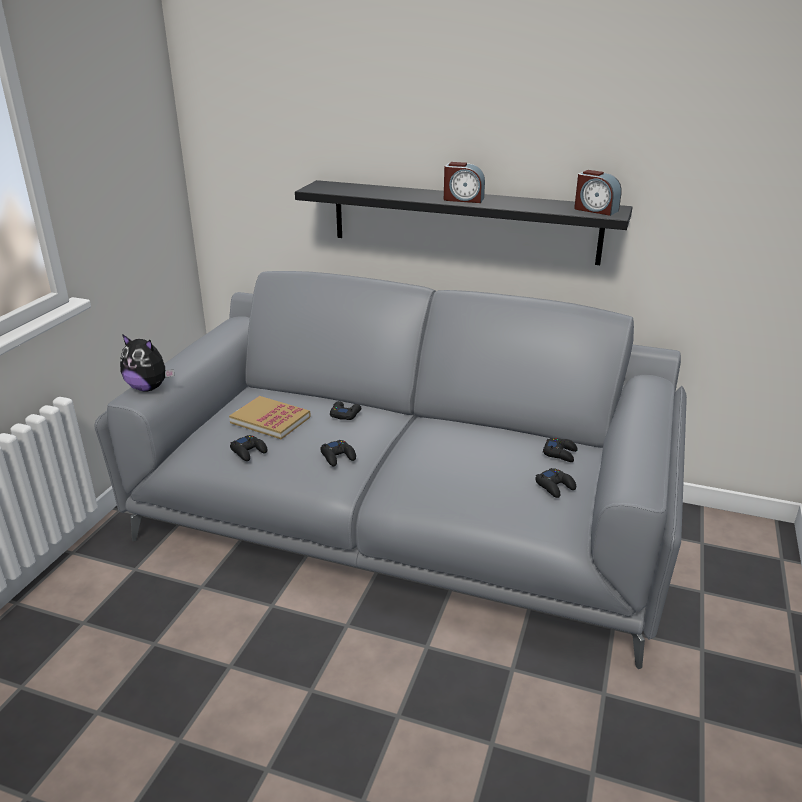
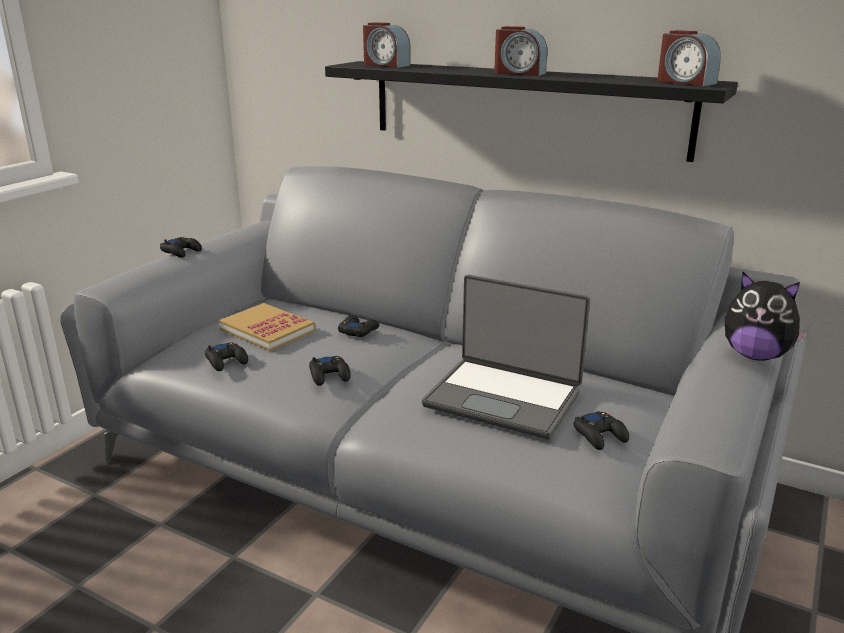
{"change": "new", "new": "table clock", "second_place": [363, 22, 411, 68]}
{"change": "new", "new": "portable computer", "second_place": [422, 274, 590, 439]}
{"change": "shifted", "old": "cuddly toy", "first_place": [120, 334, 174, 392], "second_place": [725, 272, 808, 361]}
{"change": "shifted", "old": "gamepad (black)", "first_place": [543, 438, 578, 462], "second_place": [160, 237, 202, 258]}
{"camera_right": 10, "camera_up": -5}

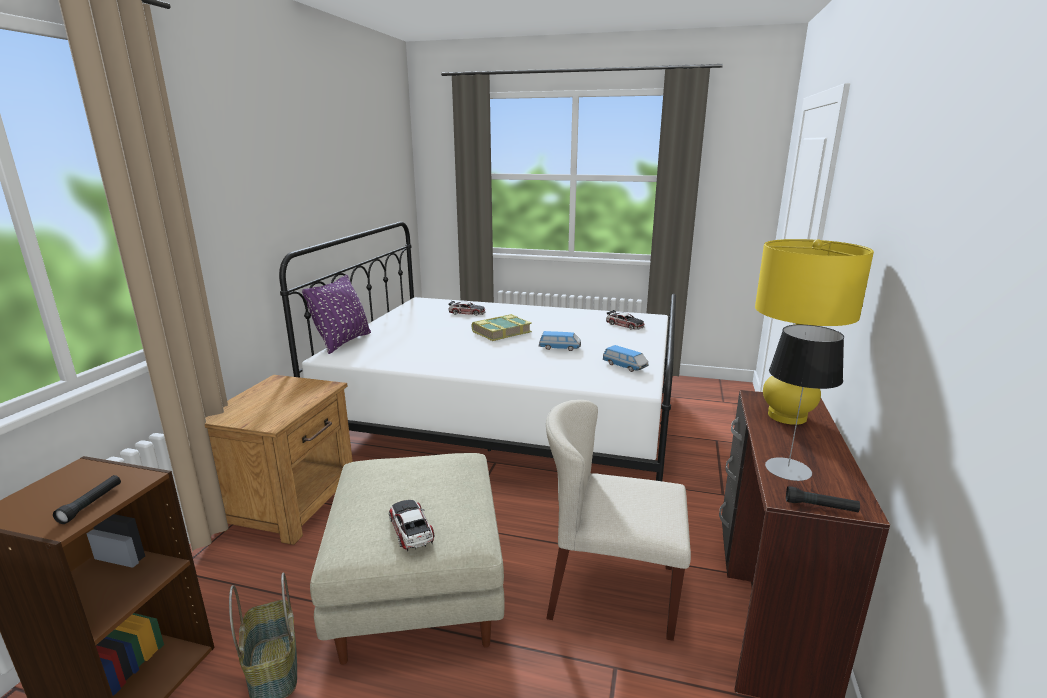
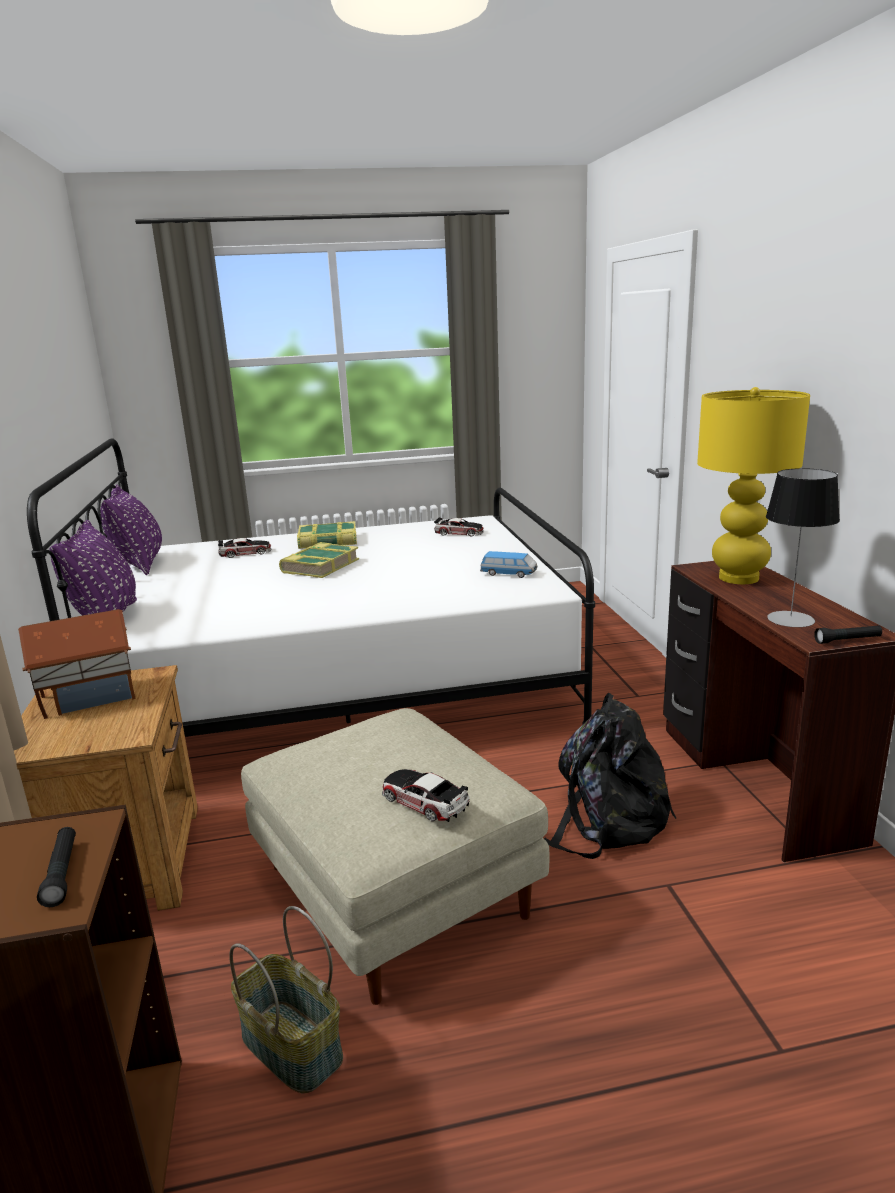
{"change": "gone", "old": "miniature car", "first_place": [539, 331, 581, 351]}
{"change": "new", "new": "model house", "second_place": [18, 609, 136, 719]}
{"change": "new", "new": "throw pillow (purple-coloured)", "second_place": [101, 485, 162, 575]}
{"change": "new", "new": "bound book", "second_place": [297, 521, 357, 549]}
{"change": "swapped", "old": "plain chair (beige-coloured)", "new": "backpack (black)", "first_place": [546, 400, 691, 641], "second_place": [544, 693, 676, 859]}
{"camera_right": -25, "camera_up": 0}

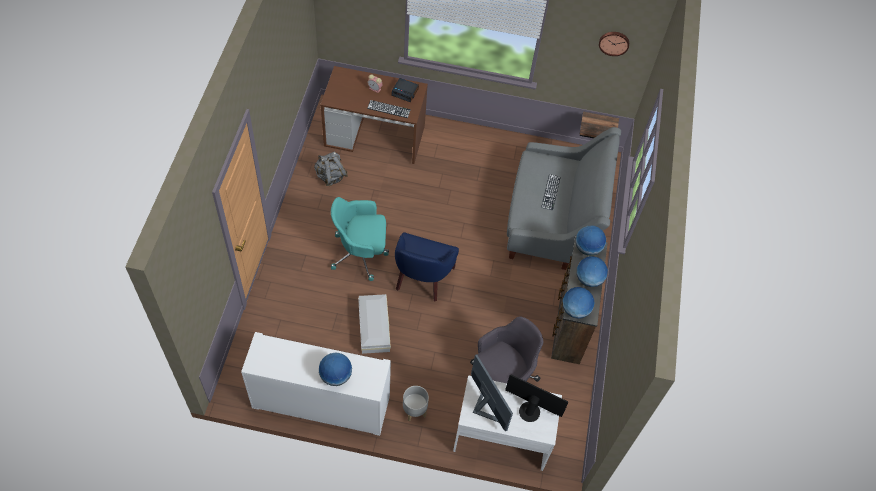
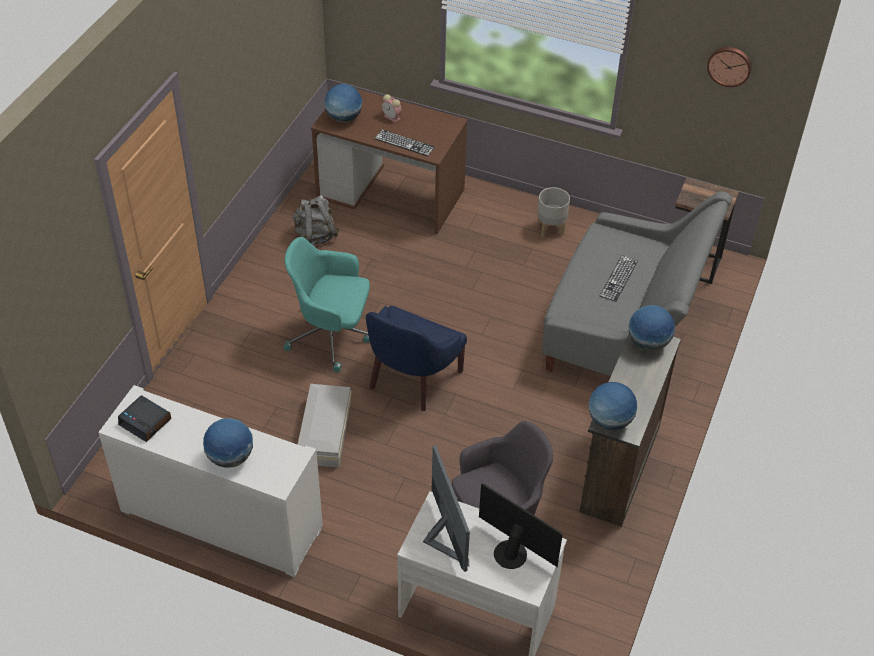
{"change": "shifted", "old": "table clock", "first_place": [391, 78, 419, 102], "second_place": [118, 395, 171, 442]}
{"change": "shifted", "old": "flower pot (gray)", "first_place": [403, 386, 429, 422], "second_place": [537, 187, 570, 237]}
{"change": "shifted", "old": "desk globe", "first_place": [576, 256, 608, 287], "second_place": [324, 84, 362, 122]}
{"camera_right": 15, "camera_up": -10}

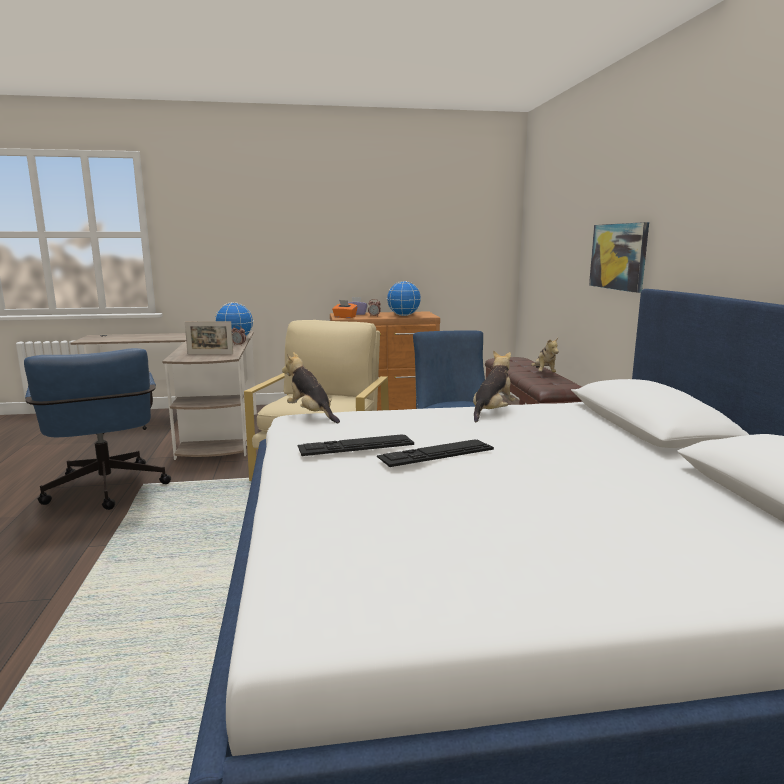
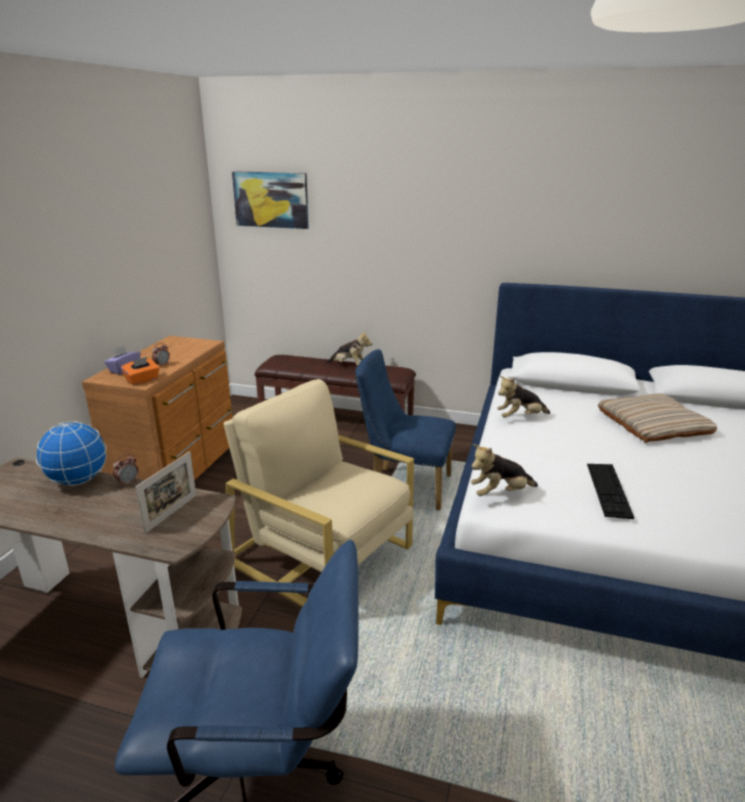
{"change": "gone", "old": "keyboard", "first_place": [377, 439, 494, 467]}
{"change": "gone", "old": "desk globe", "first_place": [387, 281, 421, 316]}
{"change": "new", "new": "throw pillow (beige-coloured)", "second_place": [598, 394, 717, 443]}
{"change": "shifted", "old": "picture", "first_place": [589, 222, 649, 293], "second_place": [232, 171, 309, 229]}
{"change": "rotated", "old": "cuddly toy", "first_place": [473, 351, 516, 423], "second_place": [497, 376, 550, 418], "degrees": -75}
{"camera_right": -65, "camera_up": 10}

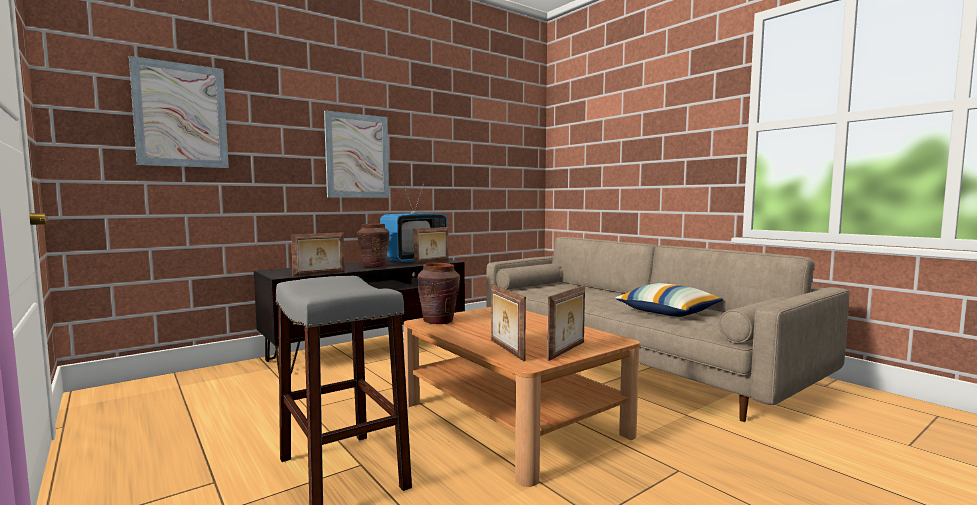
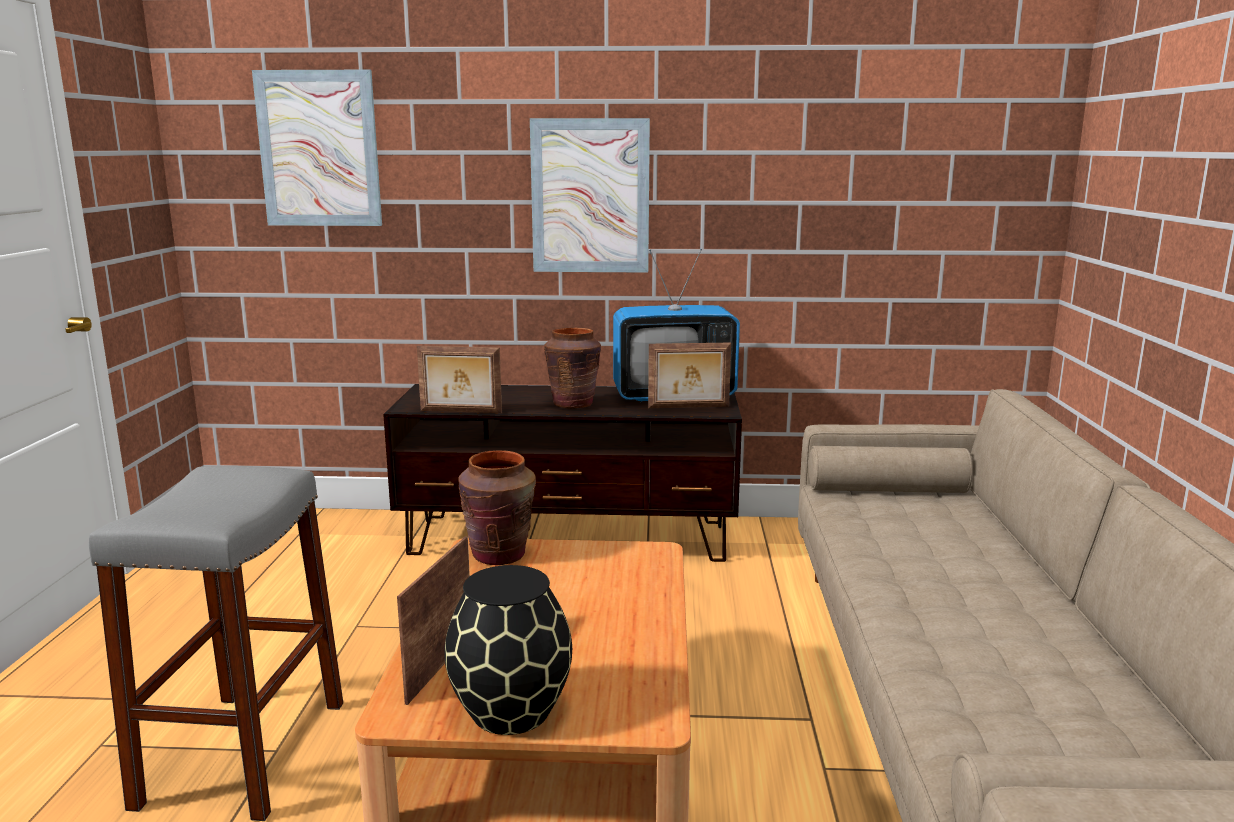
{"change": "gone", "old": "throw pillow", "first_place": [615, 283, 724, 317]}
{"change": "swapped", "old": "photo frame", "new": "flower vase (black)", "first_place": [547, 285, 585, 361], "second_place": [444, 565, 572, 735]}
{"camera_right": 40, "camera_up": 10}

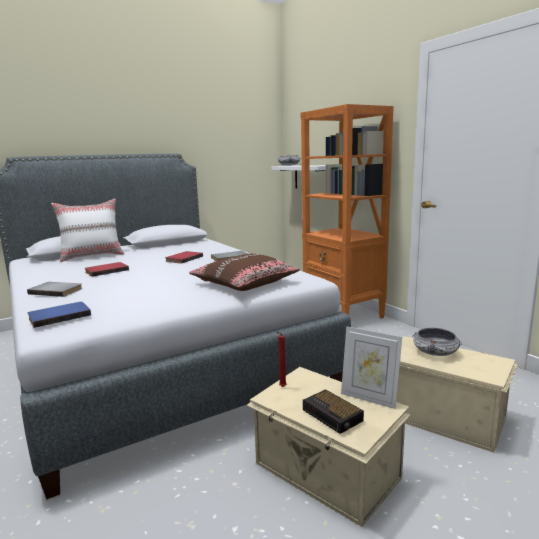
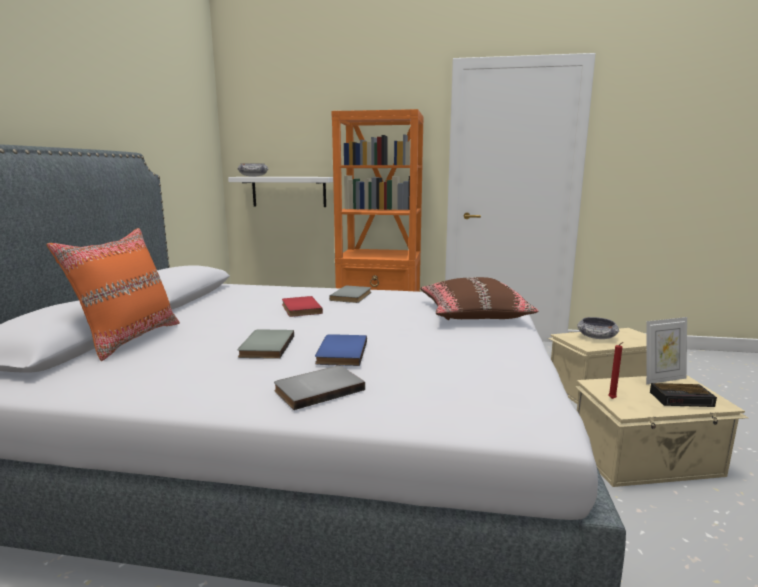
{"change": "shifted", "old": "bound book (blue)", "first_place": [28, 302, 91, 328], "second_place": [315, 334, 367, 366]}
{"change": "repainted", "old": "throw pillow (white)", "new": "throw pillow (orange)", "first_place": [51, 199, 124, 262], "second_place": [47, 228, 180, 361]}
{"change": "repainted", "old": "bound book (red-coloured)", "new": "bound book (gray)", "first_place": [85, 262, 129, 277], "second_place": [238, 329, 294, 359]}
{"camera_right": -50, "camera_up": 0}

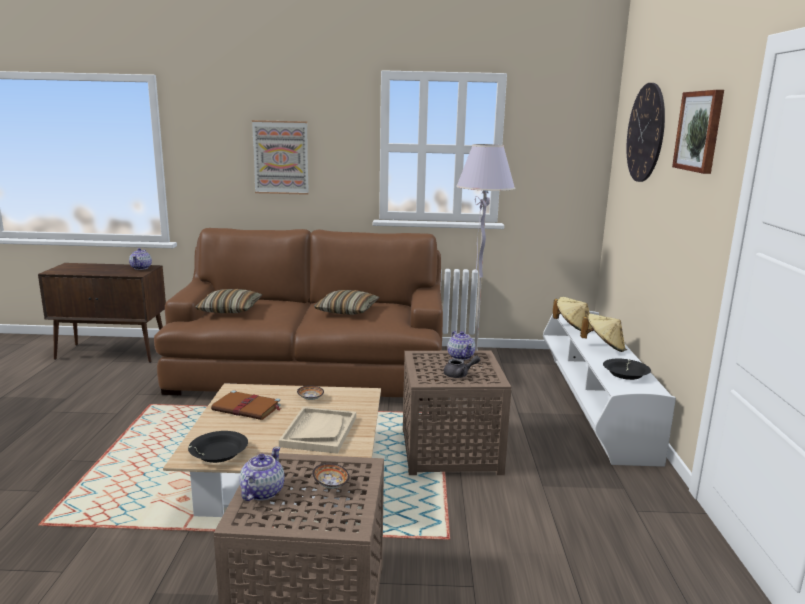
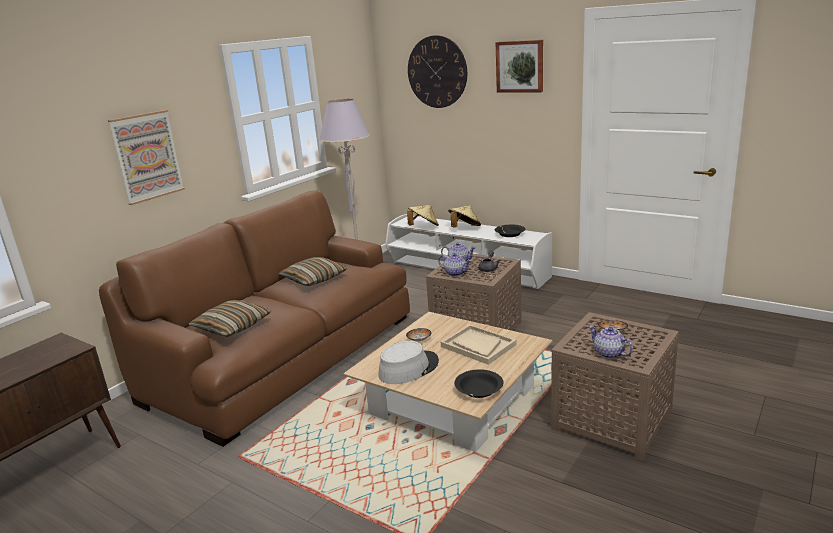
{"change": "shifted", "old": "pot for tea", "first_place": [129, 248, 152, 270], "second_place": [438, 253, 472, 276]}
{"change": "swapped", "old": "bound book (brown)", "new": "wearable hat (gray)", "first_place": [211, 390, 281, 420], "second_place": [378, 341, 439, 384]}
{"camera_right": -55, "camera_up": 5}

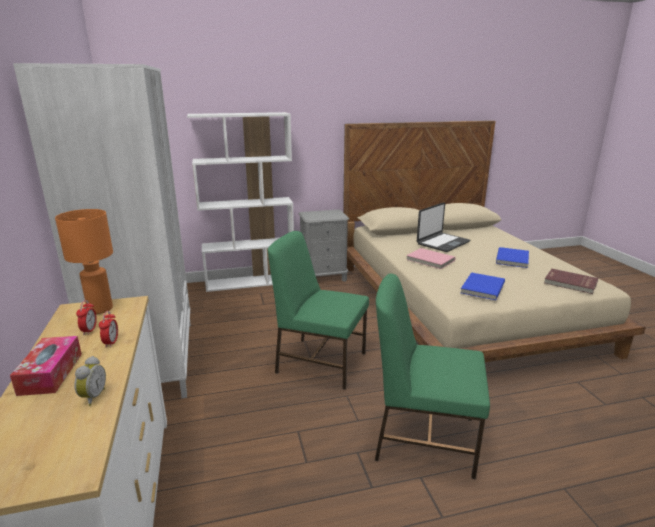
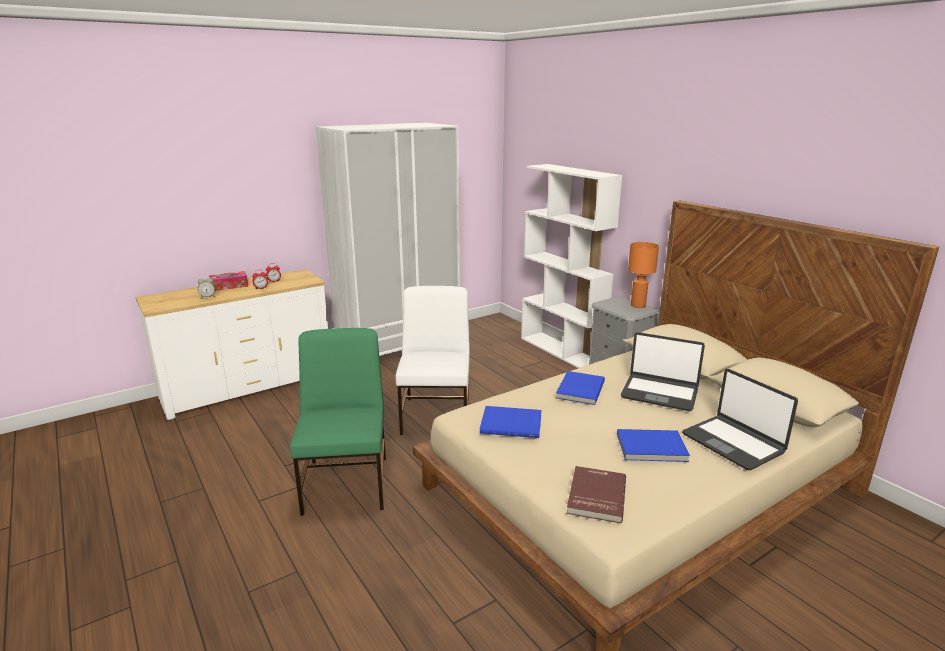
{"change": "new", "new": "portable computer", "second_place": [682, 369, 798, 470]}
{"change": "shifted", "old": "table lamp (orange)", "first_place": [55, 209, 113, 314], "second_place": [628, 242, 659, 308]}
{"change": "repainted", "old": "plain chair (green-coloured)", "new": "plain chair (white)", "first_place": [268, 231, 369, 390], "second_place": [396, 286, 470, 435]}
{"change": "repainted", "old": "bound book (pinkish)", "new": "bound book (blue)", "first_place": [406, 248, 455, 269], "second_place": [556, 371, 605, 405]}
{"camera_right": 70, "camera_up": 0}

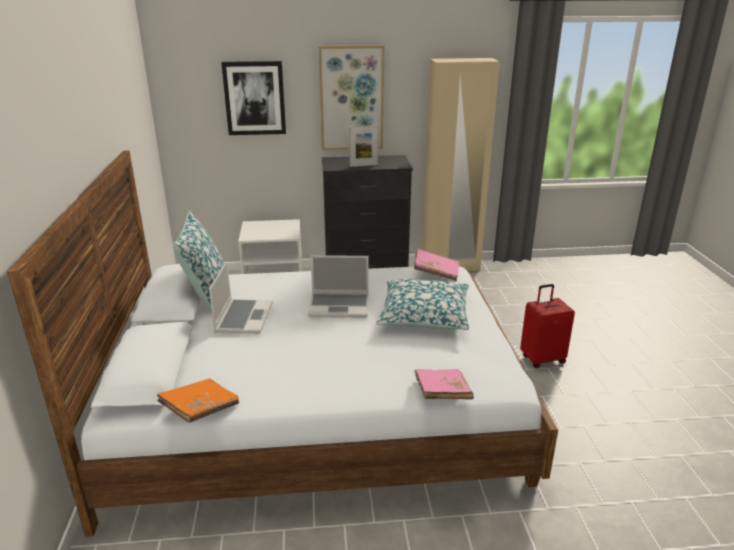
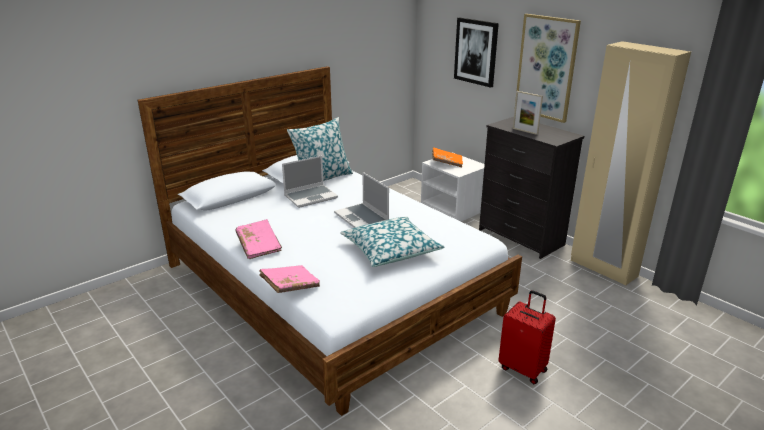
{"change": "shifted", "old": "bound book (orange)", "first_place": [157, 378, 239, 423], "second_place": [432, 147, 463, 167]}
{"change": "shifted", "old": "bound book (pinkish)", "first_place": [414, 249, 459, 281], "second_place": [236, 219, 282, 259]}
{"camera_right": 55, "camera_up": 0}

